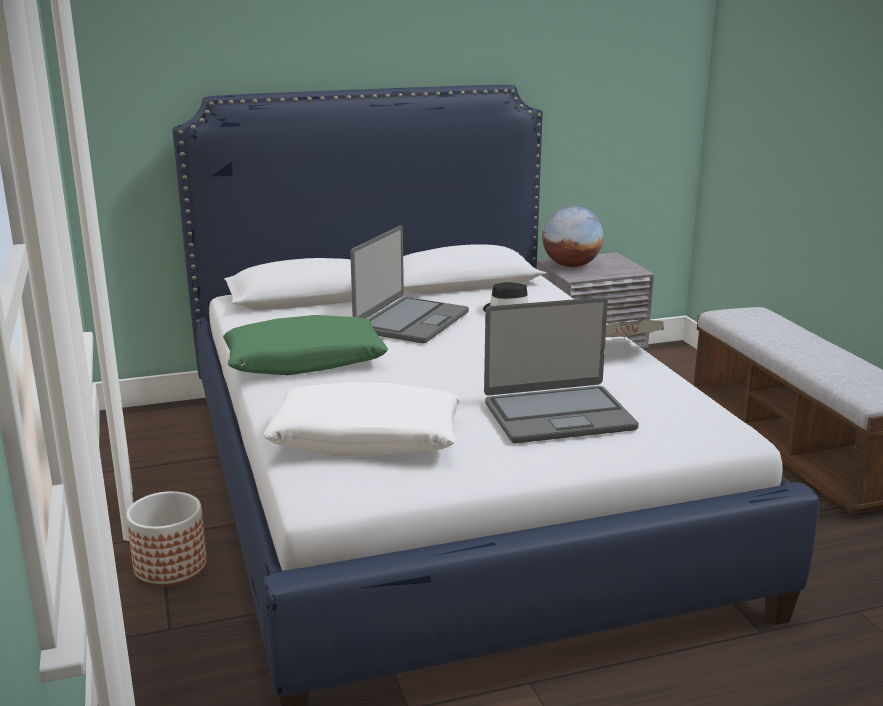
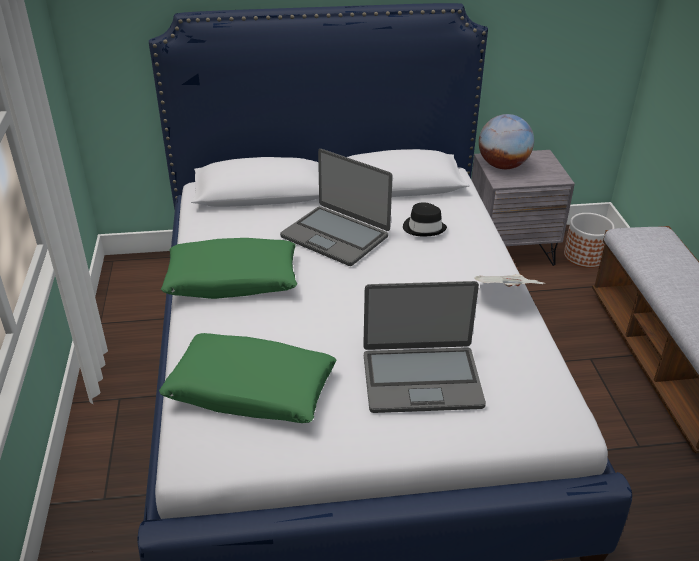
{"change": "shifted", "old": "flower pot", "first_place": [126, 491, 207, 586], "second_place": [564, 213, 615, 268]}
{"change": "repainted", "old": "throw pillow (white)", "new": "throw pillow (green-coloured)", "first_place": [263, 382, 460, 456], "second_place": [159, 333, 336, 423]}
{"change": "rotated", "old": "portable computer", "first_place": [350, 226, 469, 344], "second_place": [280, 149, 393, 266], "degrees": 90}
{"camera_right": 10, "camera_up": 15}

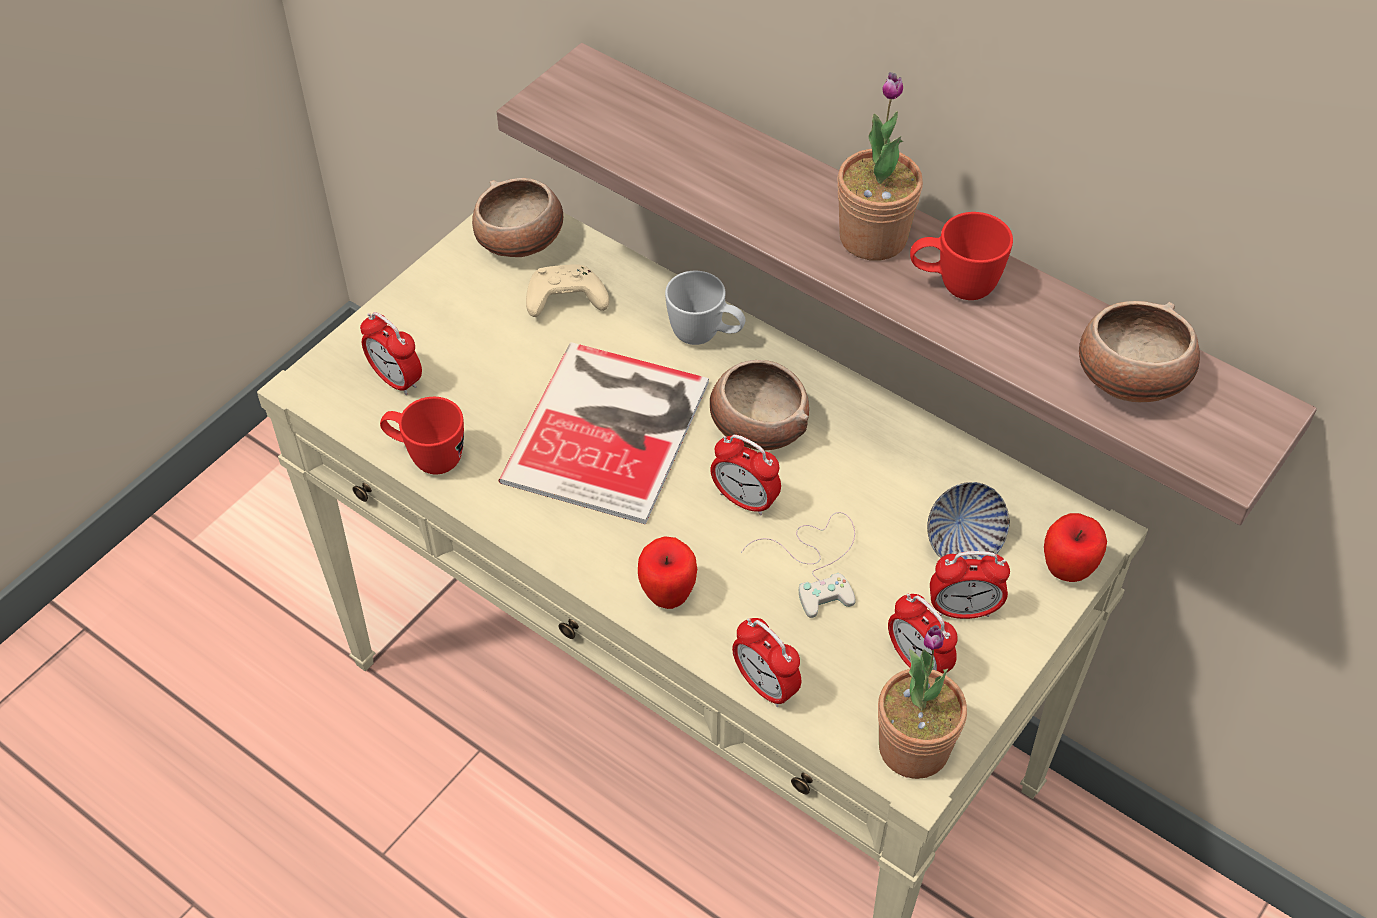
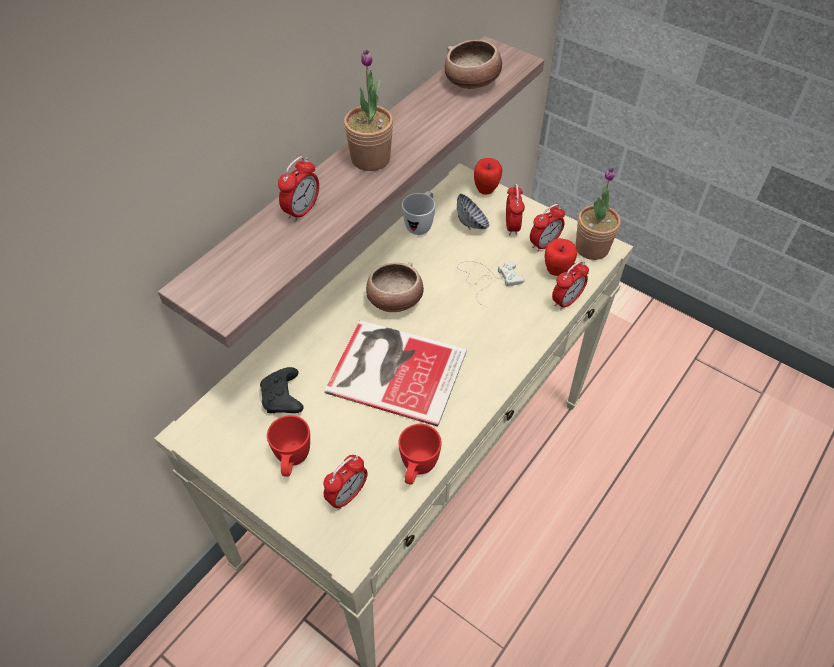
{"change": "gone", "old": "deep dish", "first_place": [472, 178, 563, 257]}
{"change": "shifted", "old": "whole apple", "first_place": [638, 536, 697, 609], "second_place": [544, 238, 577, 276]}
{"change": "shifted", "old": "mug (white)", "first_place": [665, 271, 745, 345], "second_place": [402, 191, 436, 235]}
{"change": "shifted", "old": "table clock", "first_place": [710, 435, 781, 516], "second_place": [278, 156, 319, 222]}
{"change": "shifted", "old": "mug (red-coloured)", "first_place": [910, 212, 1013, 300], "second_place": [267, 415, 310, 477]}
{"change": "repainted", "old": "gamepad (beige-coloured)", "new": "gamepad (black)", "first_place": [526, 264, 609, 317], "second_place": [260, 367, 304, 413]}
{"camera_right": -90, "camera_up": 0}

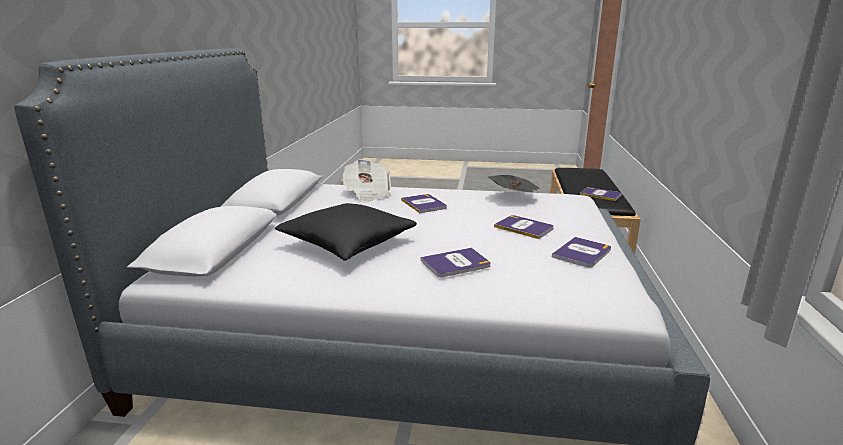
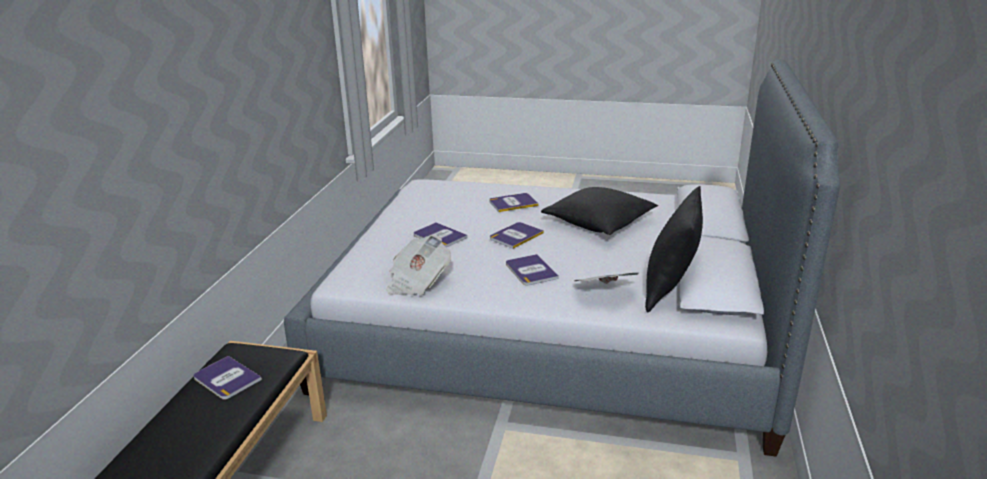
{"change": "new", "new": "throw pillow (black)", "second_place": [645, 186, 703, 312]}
{"change": "shifted", "old": "bound book", "first_place": [552, 237, 611, 267], "second_place": [490, 222, 544, 249]}
{"camera_right": -175, "camera_up": 5}

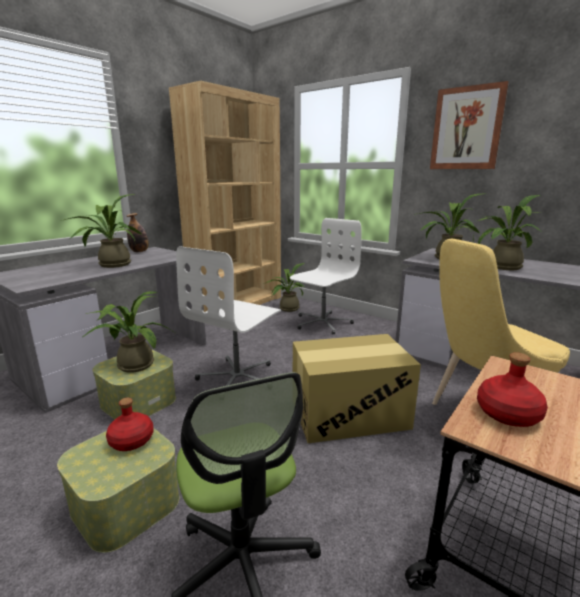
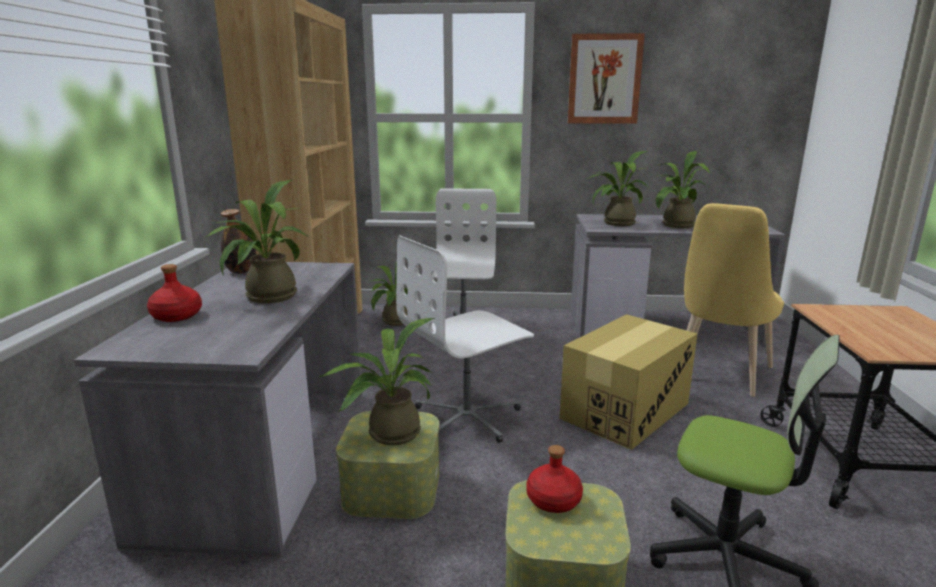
{"change": "shifted", "old": "bottle (red-coloured)", "first_place": [477, 352, 548, 427], "second_place": [147, 264, 202, 322]}
{"change": "rotated", "old": "computer chair (white)", "first_place": [176, 246, 281, 386], "second_place": [396, 235, 534, 443], "degrees": 60}
{"camera_right": -35, "camera_up": 0}

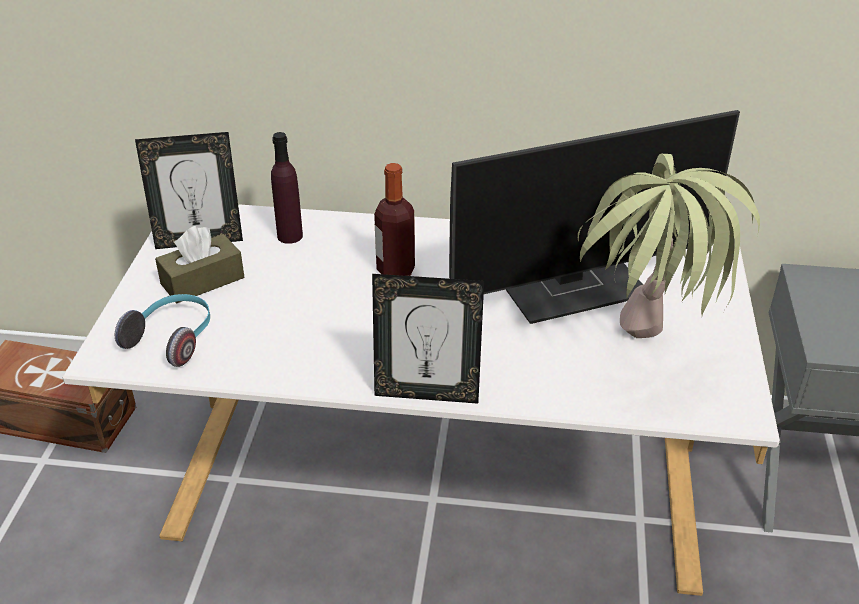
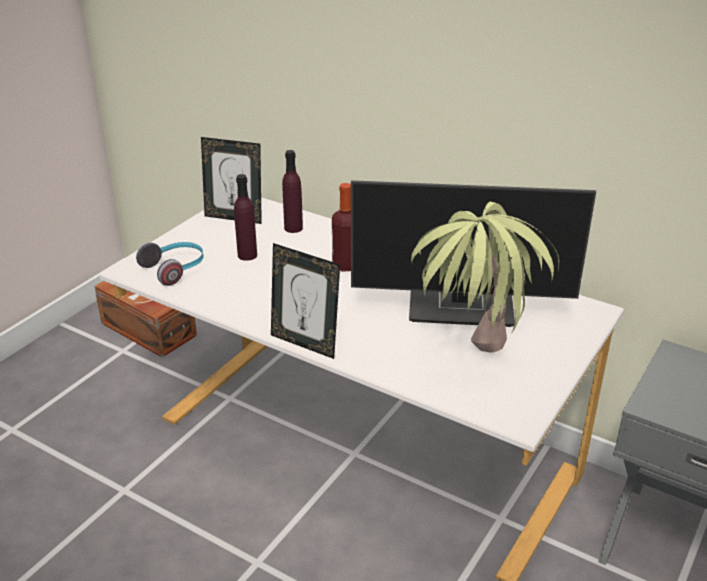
{"change": "gone", "old": "tissue box (brown)", "first_place": [155, 226, 244, 303]}
{"change": "new", "new": "bottle (purple-coloured)", "second_place": [234, 174, 257, 261]}
{"camera_right": 25, "camera_up": -5}

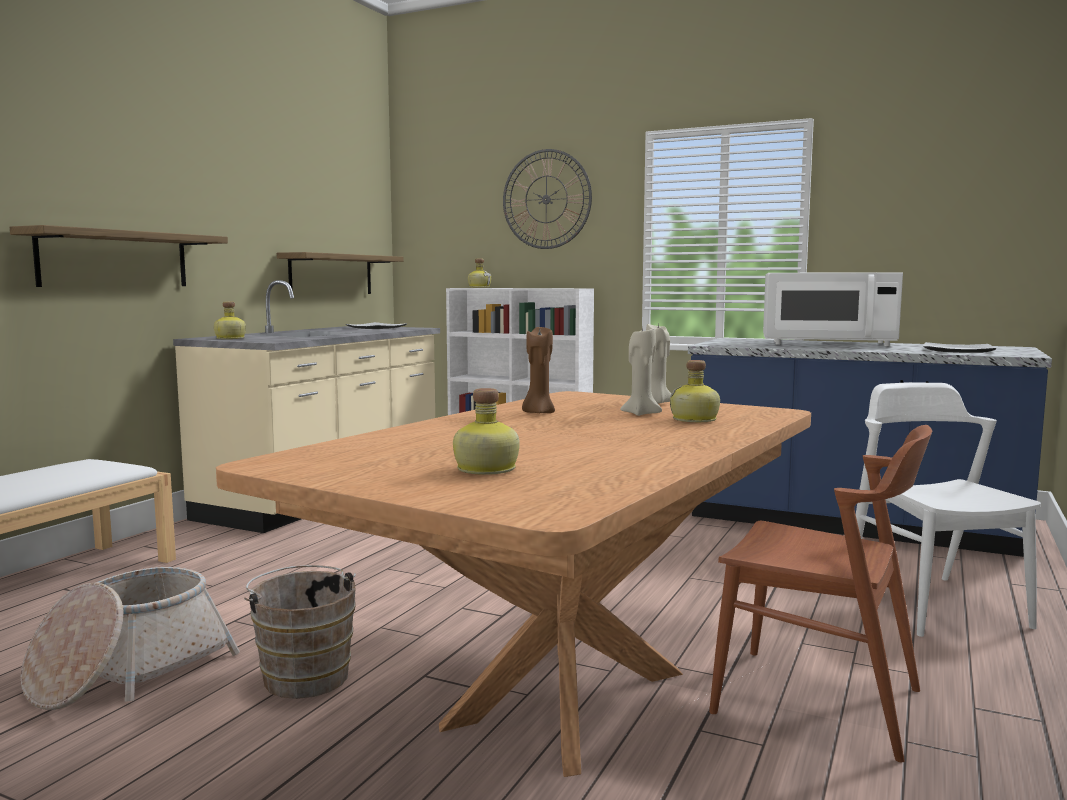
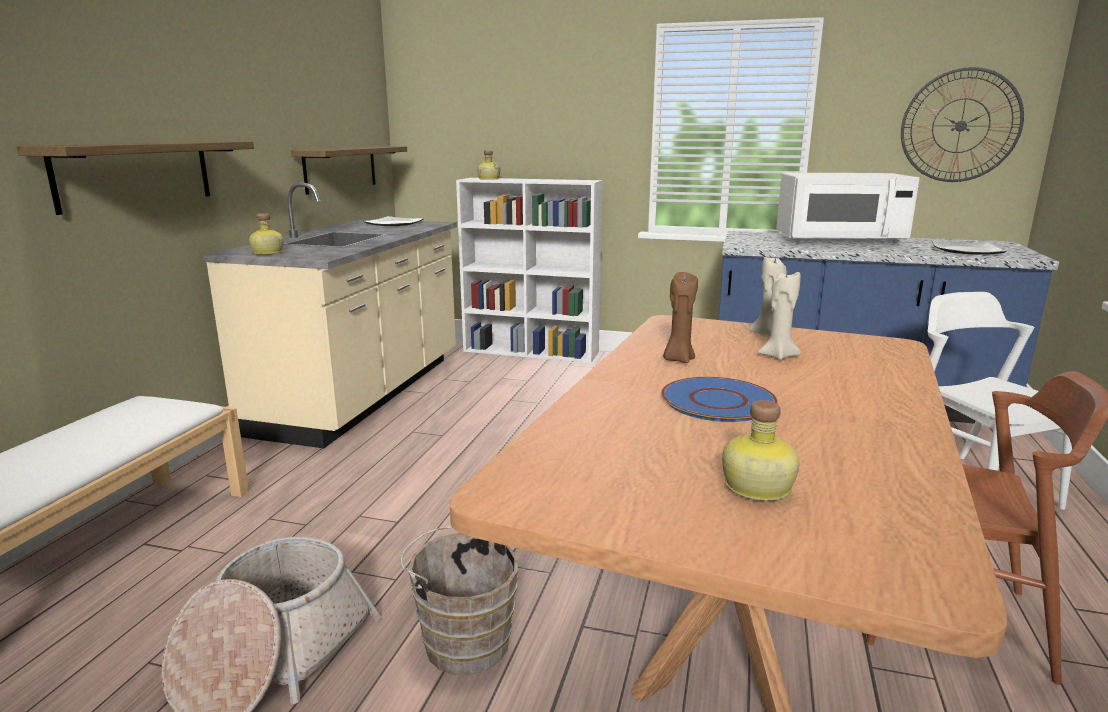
{"change": "gone", "old": "bottle", "first_place": [670, 360, 720, 422]}
{"change": "new", "new": "flat dish (blue)", "second_place": [661, 377, 778, 422]}
{"change": "shifted", "old": "clock on the wall", "first_place": [503, 149, 592, 249], "second_place": [901, 67, 1024, 182]}
{"camera_right": -10, "camera_up": 10}

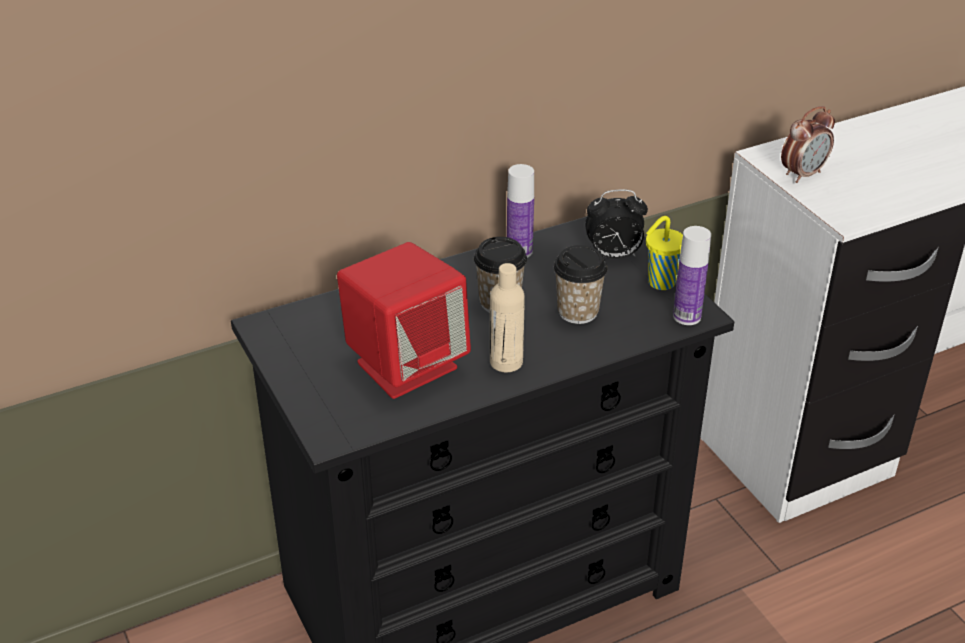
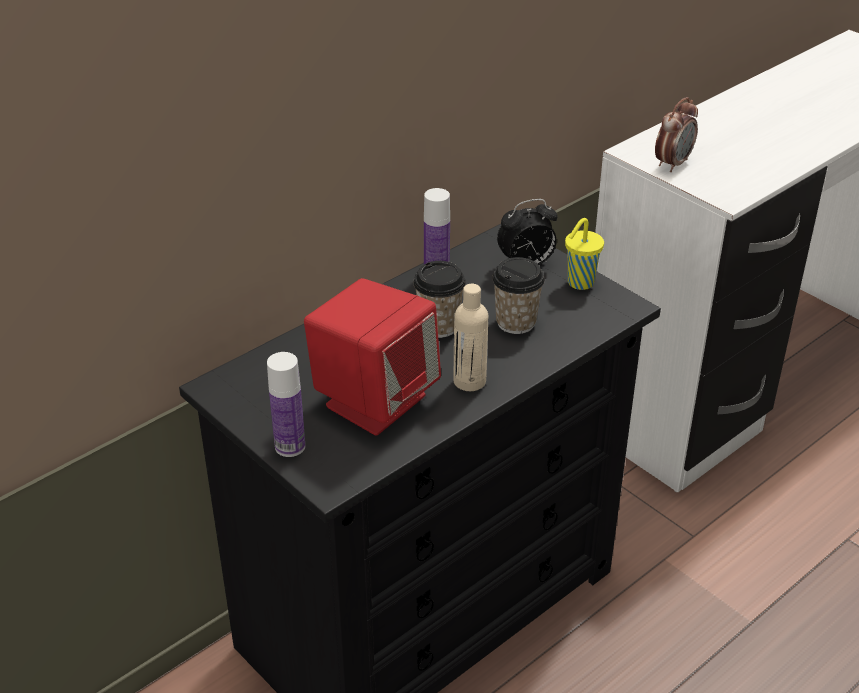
{"change": "shifted", "old": "bottle", "first_place": [673, 226, 711, 325], "second_place": [267, 352, 305, 457]}
{"camera_right": -15, "camera_up": 0}

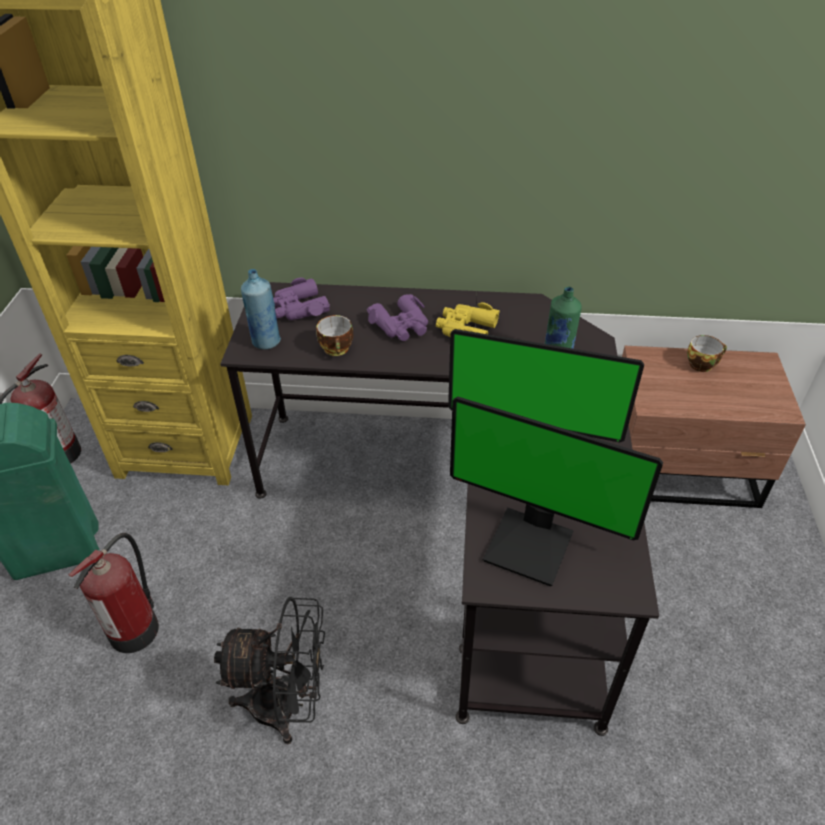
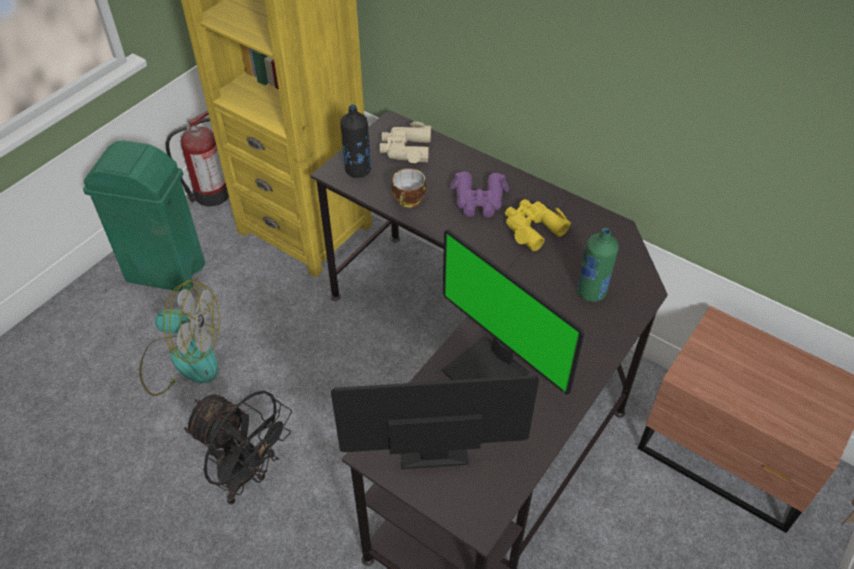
{"change": "gone", "old": "drinking cup", "first_place": [687, 335, 727, 372]}
{"change": "swapped", "old": "fire-fighting cylinder", "new": "electric fan", "first_place": [69, 533, 159, 653], "second_place": [139, 280, 220, 396]}
{"change": "repainted", "old": "bottle (blue)", "new": "bottle (black)", "first_place": [241, 269, 281, 350], "second_place": [340, 105, 371, 178]}
{"change": "repainted", "old": "binoculars (purple-coloured)", "new": "binoculars (beige-coloured)", "first_place": [273, 278, 330, 320], "second_place": [379, 122, 432, 163]}
{"change": "rotated", "old": "computer screen", "first_place": [450, 397, 663, 586], "second_place": [331, 375, 539, 469], "degrees": 120}
{"camera_right": 30, "camera_up": 5}

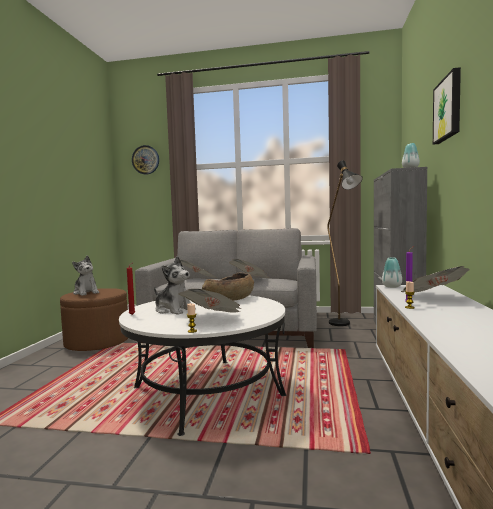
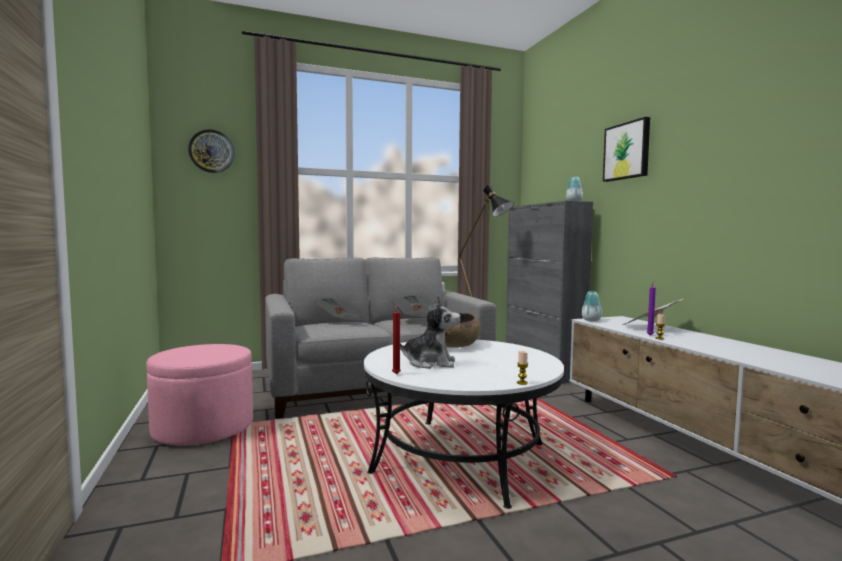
{"change": "gone", "old": "cuddly toy", "first_place": [72, 256, 99, 296]}
{"change": "gone", "old": "printed paper", "first_place": [179, 289, 241, 312]}
{"change": "repainted", "old": "pouffe (brown)", "new": "pouffe (pinkish)", "first_place": [60, 288, 128, 351], "second_place": [146, 344, 253, 445]}
{"camera_right": -30, "camera_up": 0}

